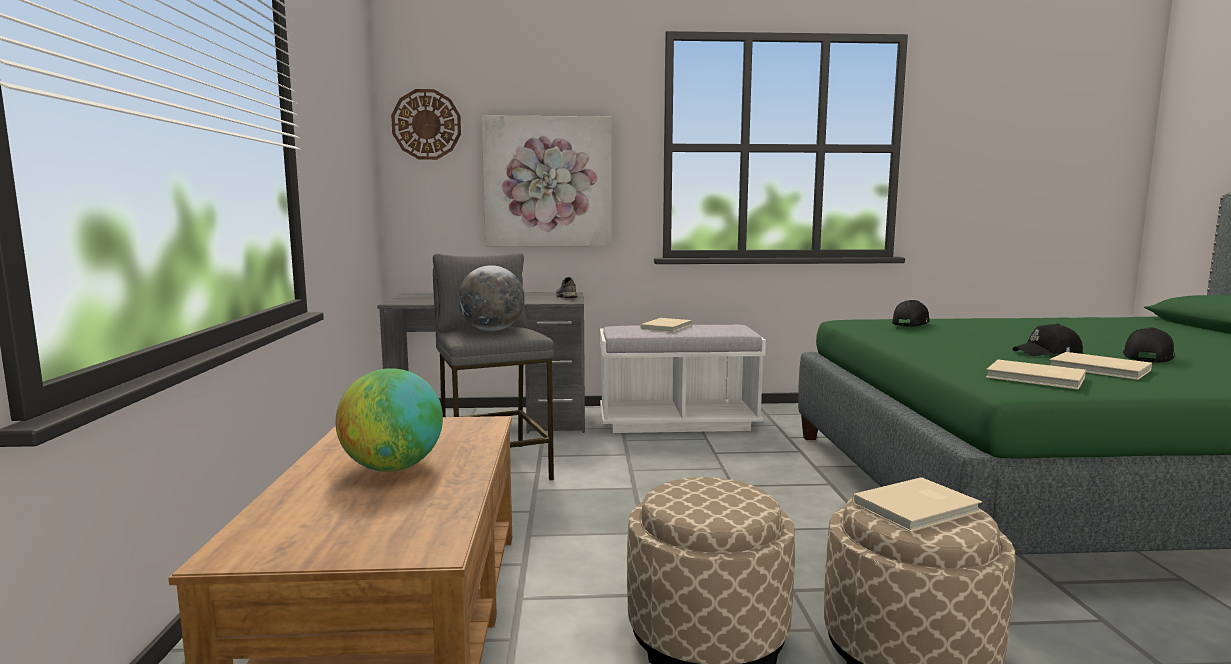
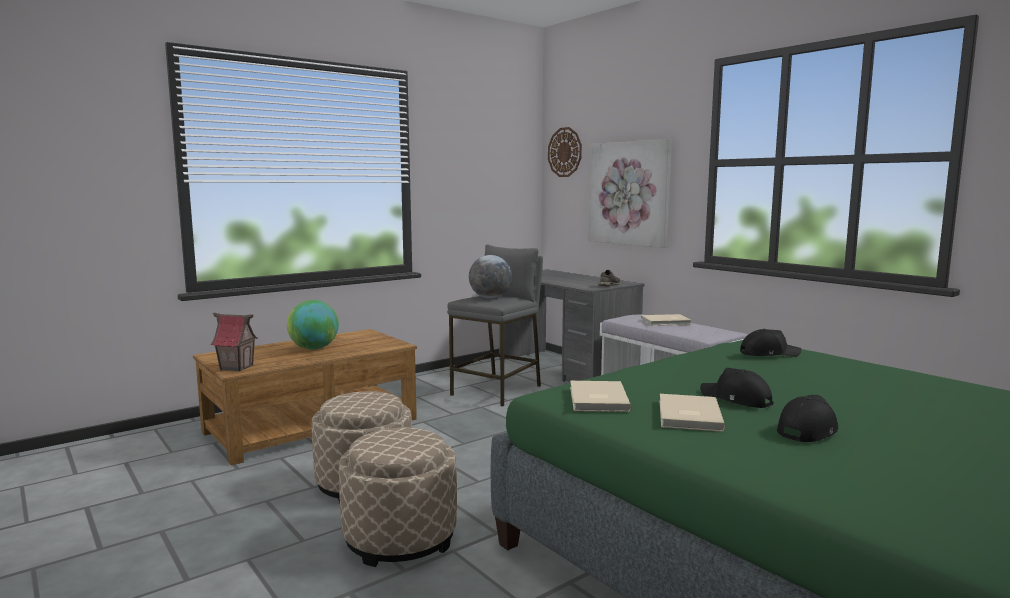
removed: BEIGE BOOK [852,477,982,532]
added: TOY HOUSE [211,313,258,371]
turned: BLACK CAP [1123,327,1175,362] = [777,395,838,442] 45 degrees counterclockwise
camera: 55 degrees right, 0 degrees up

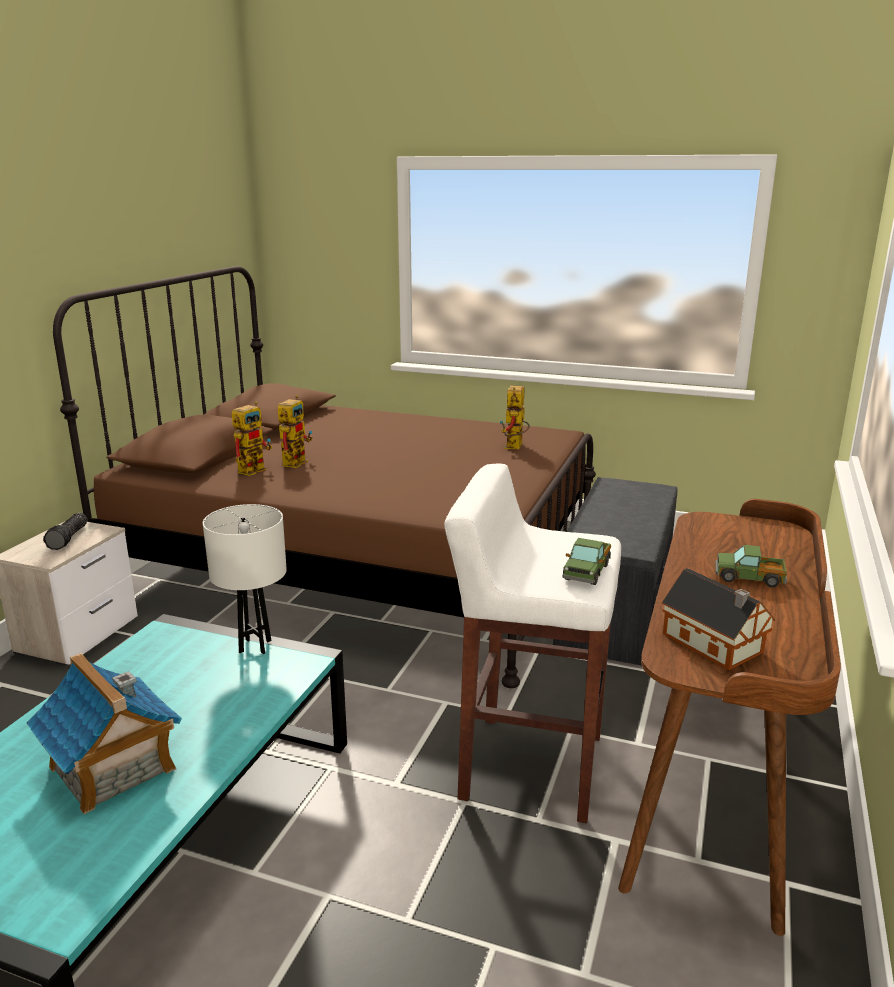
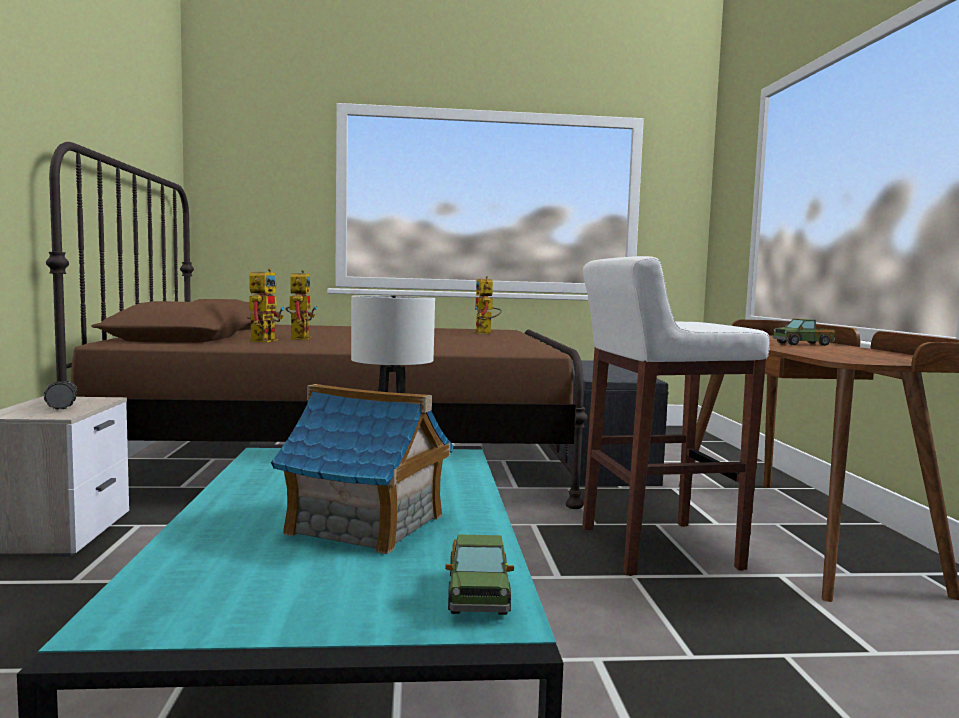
removed: TOY HOUSE [662,568,775,670]
moved: TOY TRUCK [563,538,611,585] to [445,534,514,615]
camera: 25 degrees left, 15 degrees down

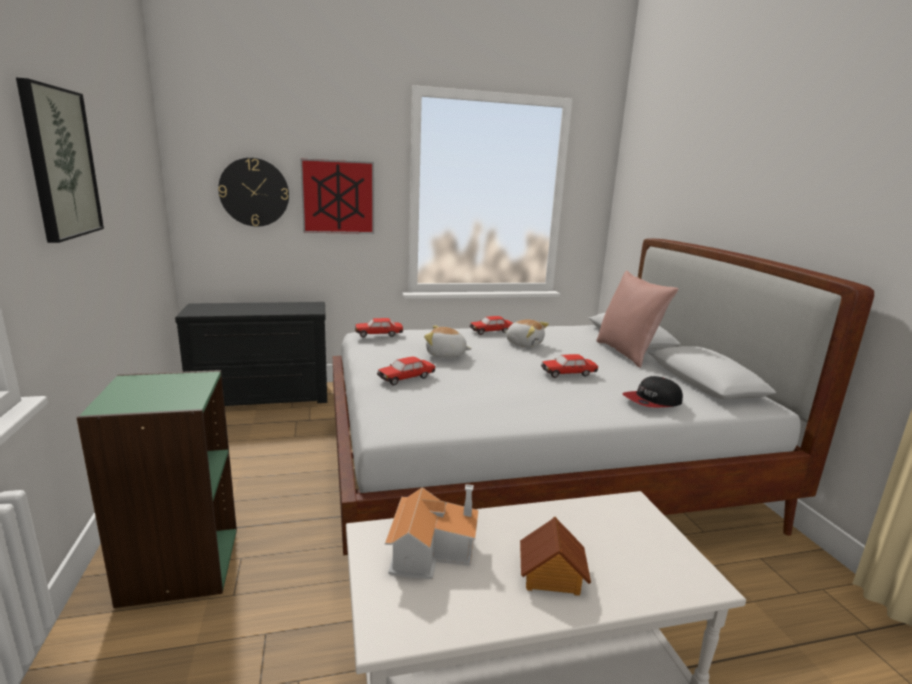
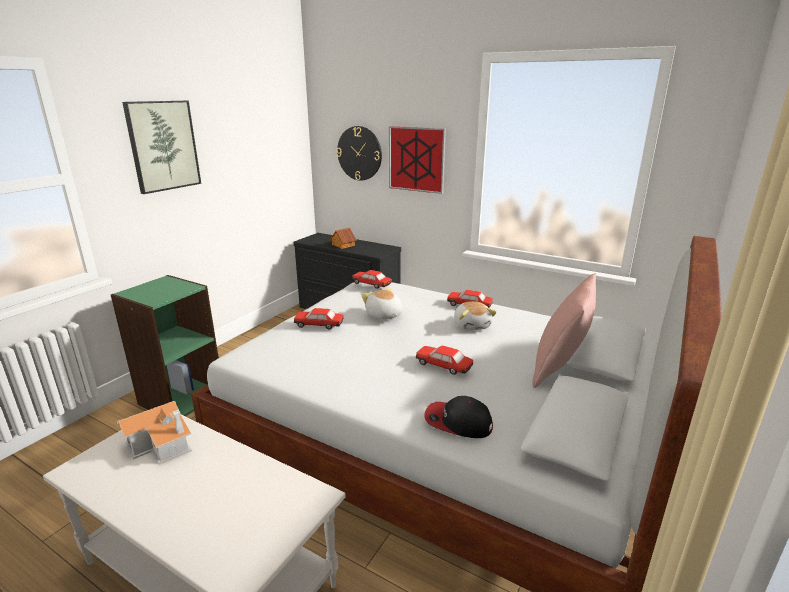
moved: TOY HOUSE [520,517,591,596] to [331,228,357,249]
camera: 45 degrees right, 5 degrees up

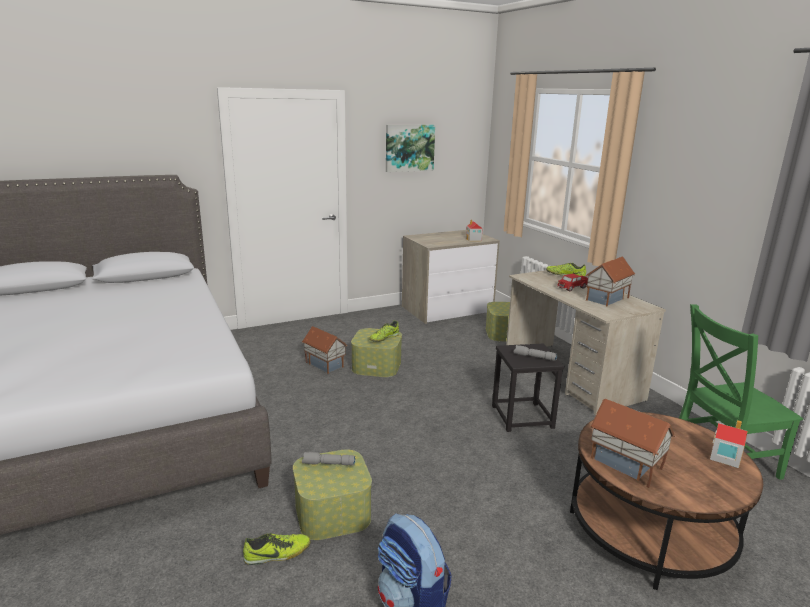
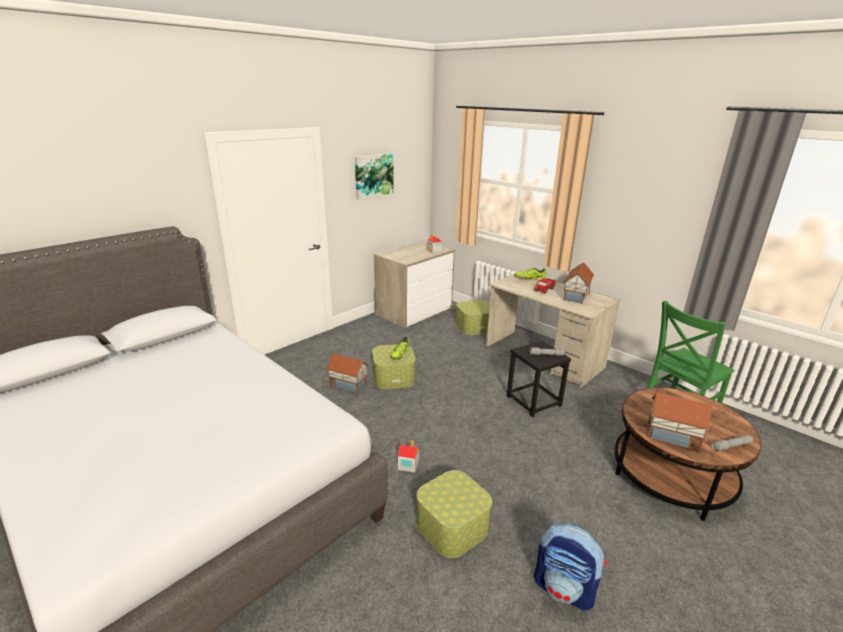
removed: SHOE [243,533,310,565]
moved: TOY HOUSE [710,420,748,468] to [398,441,419,473]; GREY FLASHLIGHT [302,452,355,466] to [711,435,753,452]
camera: 20 degrees left, 5 degrees up

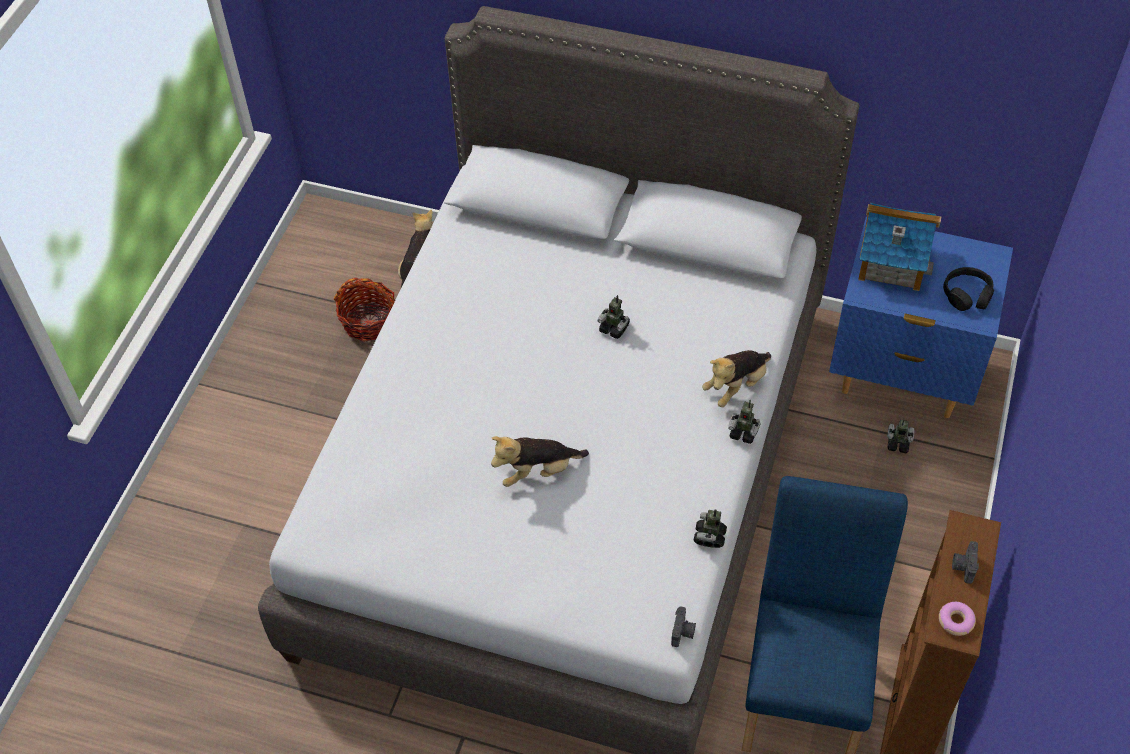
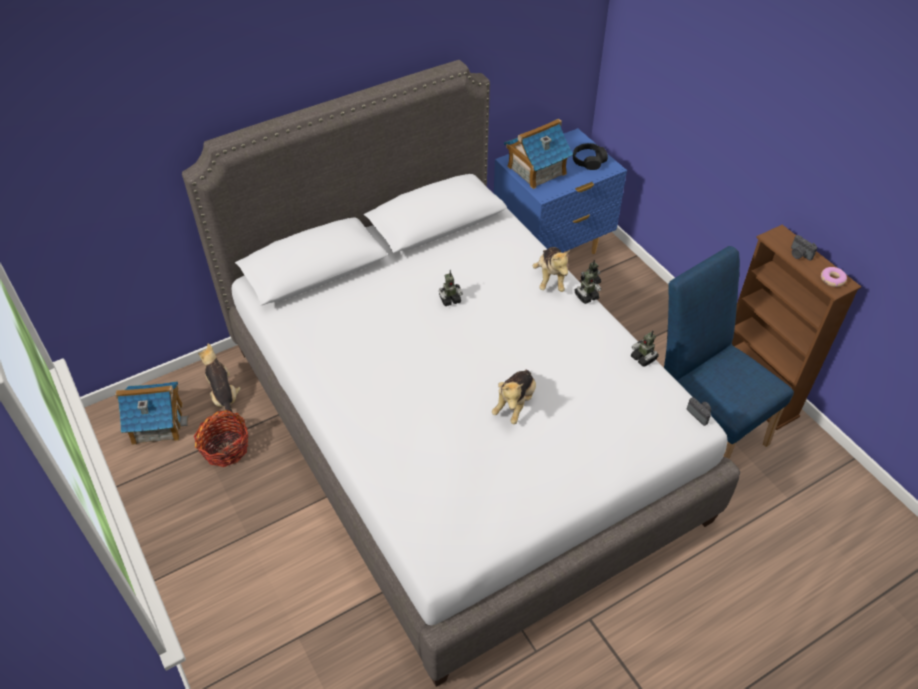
added: TOY HOUSE [115,381,188,445]
camera: 50 degrees left, 5 degrees down

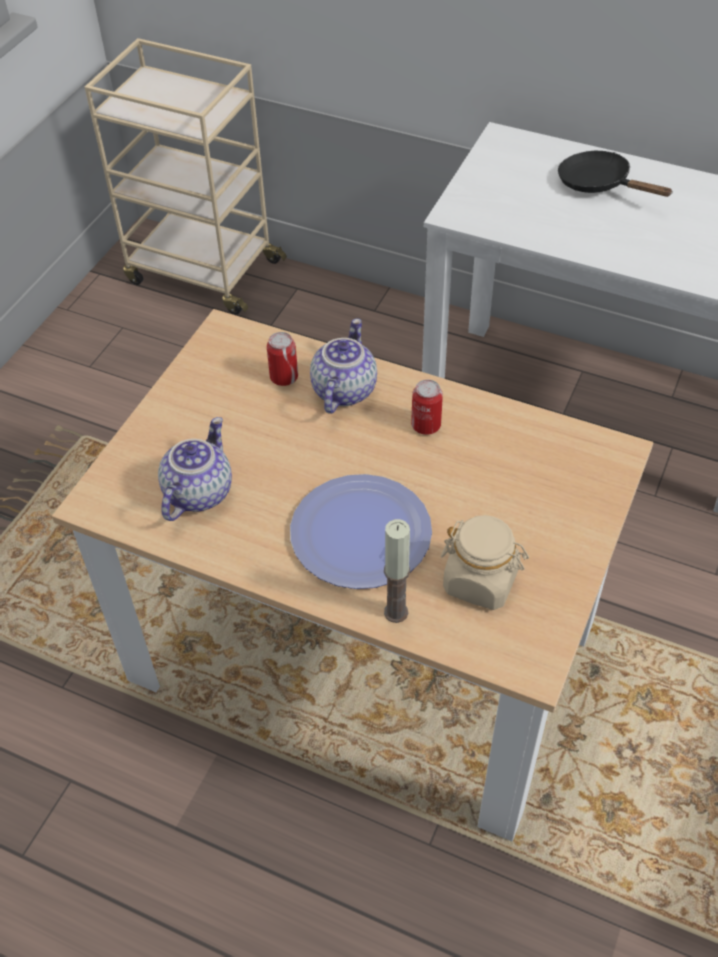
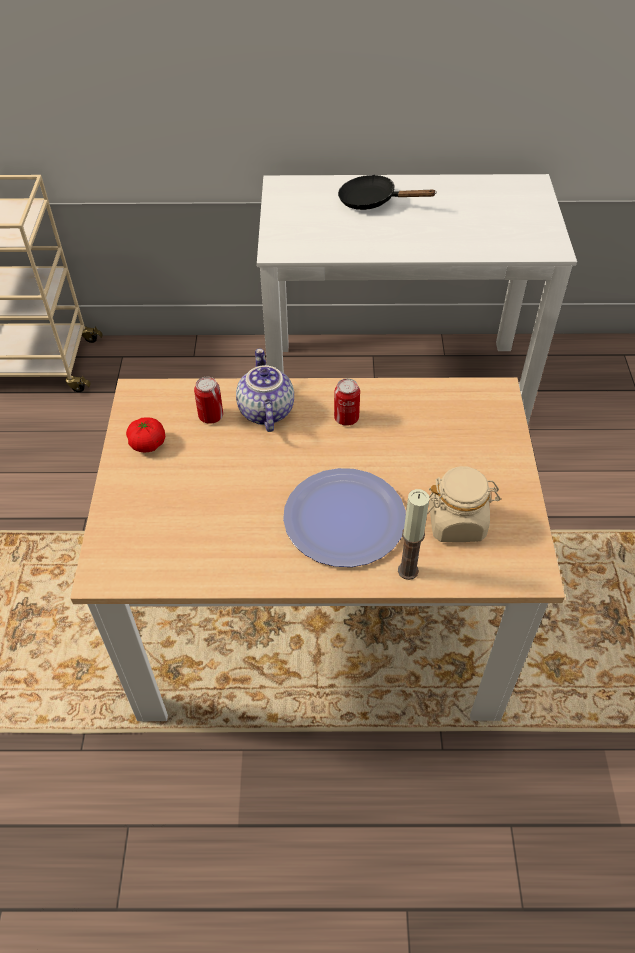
removed: TEAPOT [158,417,232,521]
added: TOMATO [126,417,165,452]
camera: 25 degrees left, 0 degrees up

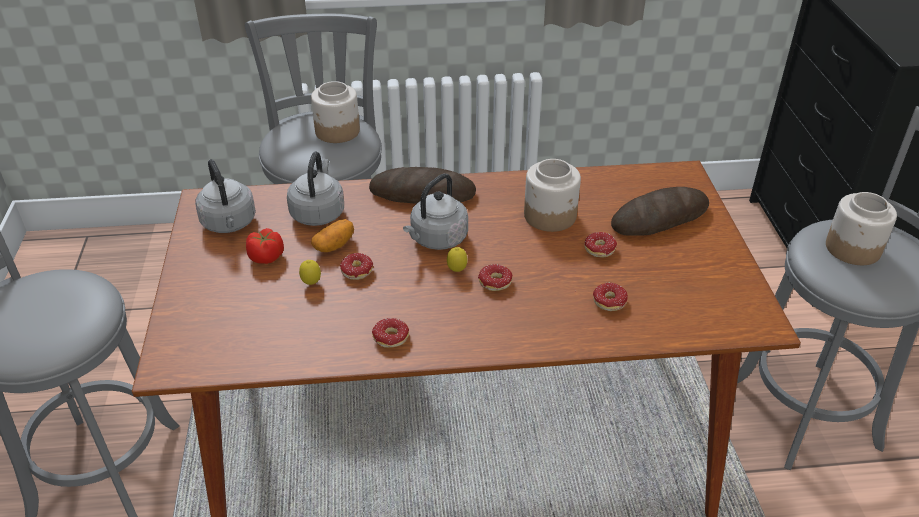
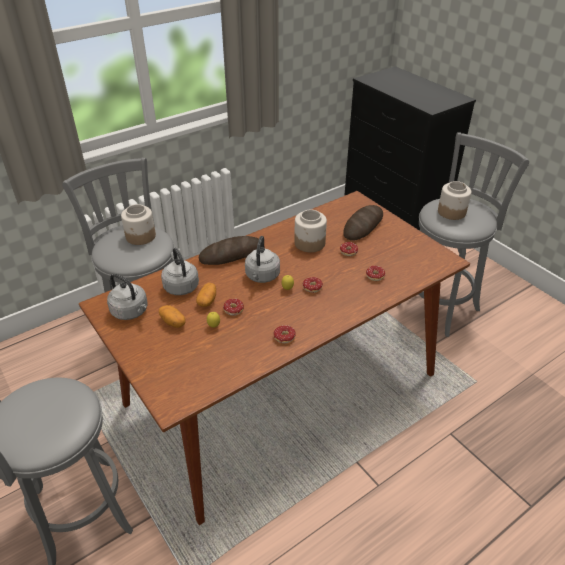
replaced: TOMATO [246,228,284,264] to POTATO [159,305,186,328]
camera: 30 degrees left, 0 degrees up

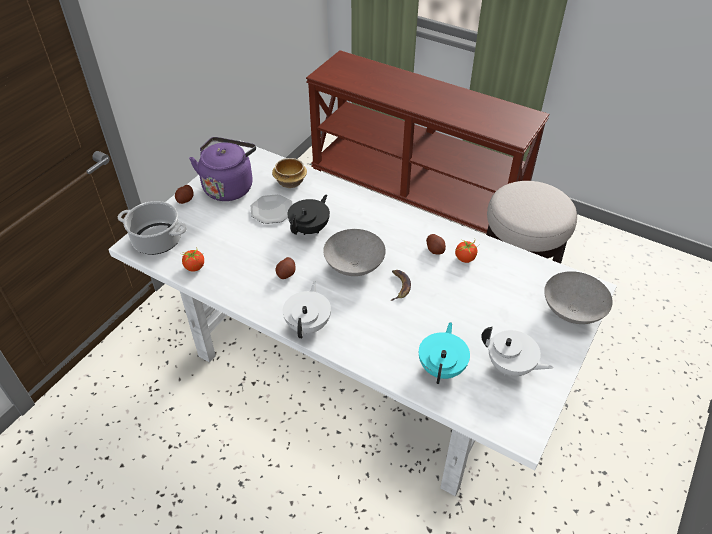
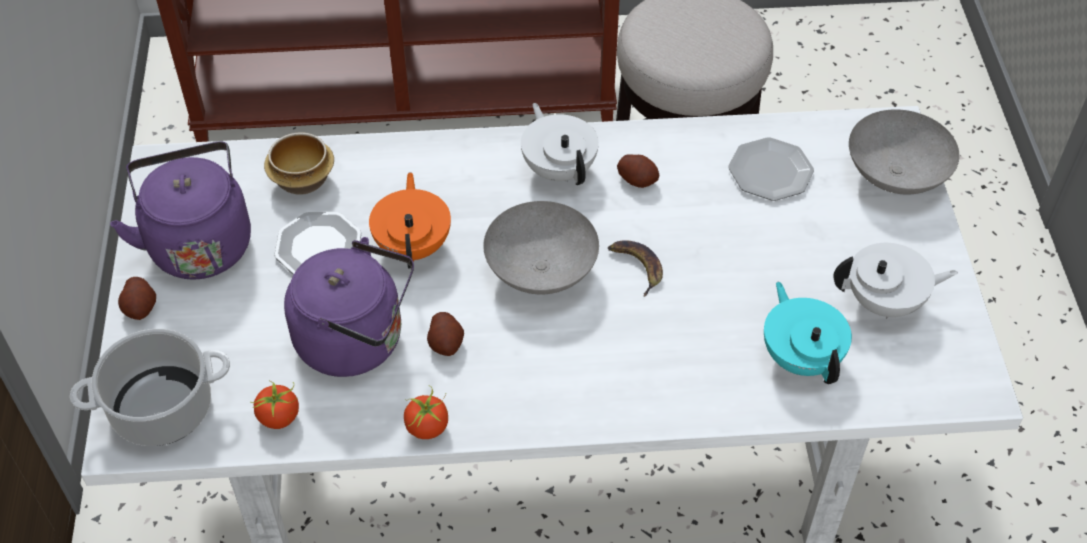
added: PURPLE KETTLE [284,237,414,377]; PLATE [728,137,814,201]
moved: TOMATO [455,238,478,263] to [404,385,448,439]; WHITE TEAPOT [283,282,331,338] to [521,103,599,185]
recoloured: BLACK TEAPOT [288,195,330,235] to ORANGE TEAPOT [369,172,451,269]
camera: 35 degrees left, 5 degrees up

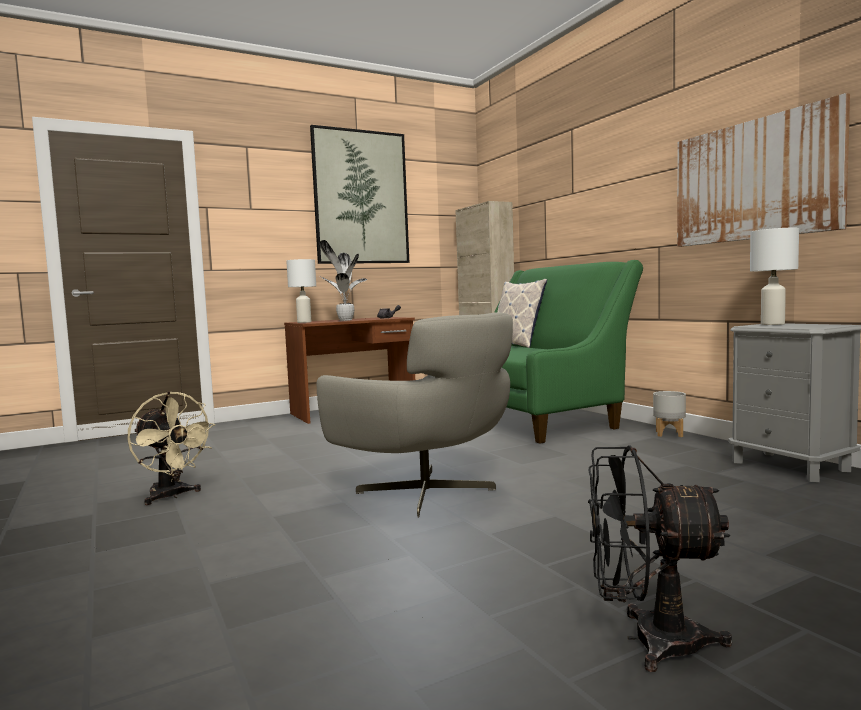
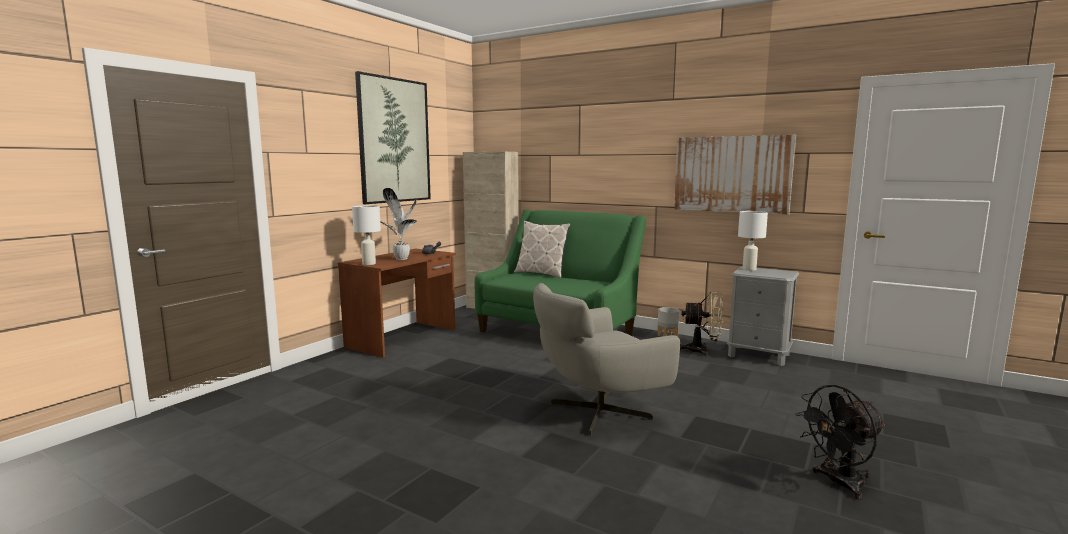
moved: BEIGE FAN [128,392,216,505] to [680,292,724,357]
turned: GREY ARMCHAIR [316,312,513,518] = [533,283,680,436] 135 degrees clockwise
camera: 30 degrees left, 5 degrees up

